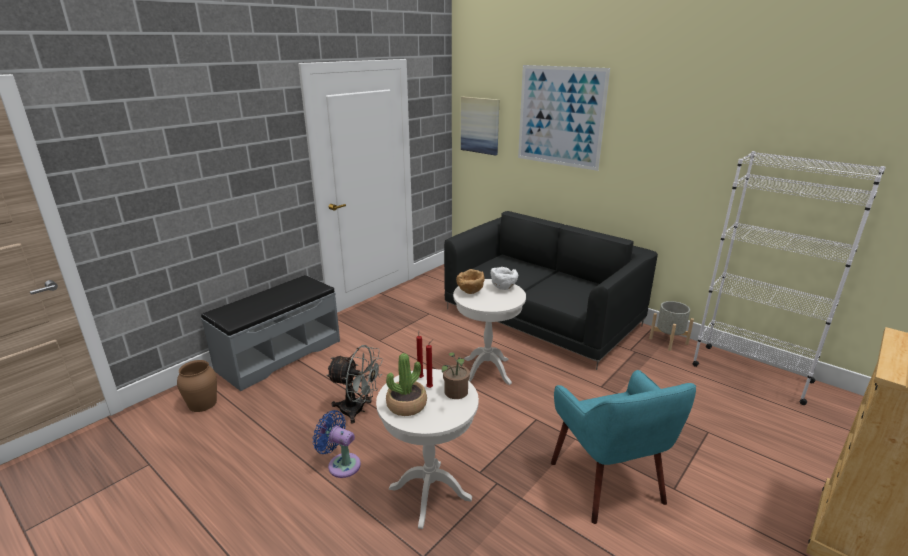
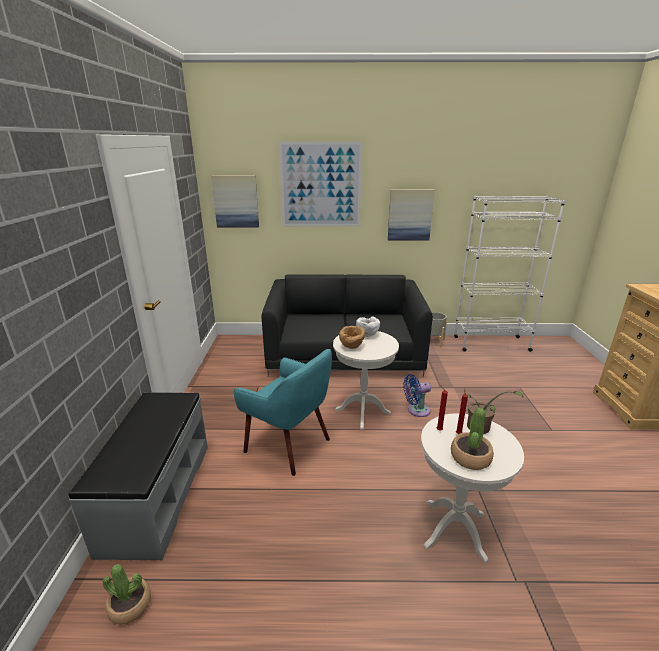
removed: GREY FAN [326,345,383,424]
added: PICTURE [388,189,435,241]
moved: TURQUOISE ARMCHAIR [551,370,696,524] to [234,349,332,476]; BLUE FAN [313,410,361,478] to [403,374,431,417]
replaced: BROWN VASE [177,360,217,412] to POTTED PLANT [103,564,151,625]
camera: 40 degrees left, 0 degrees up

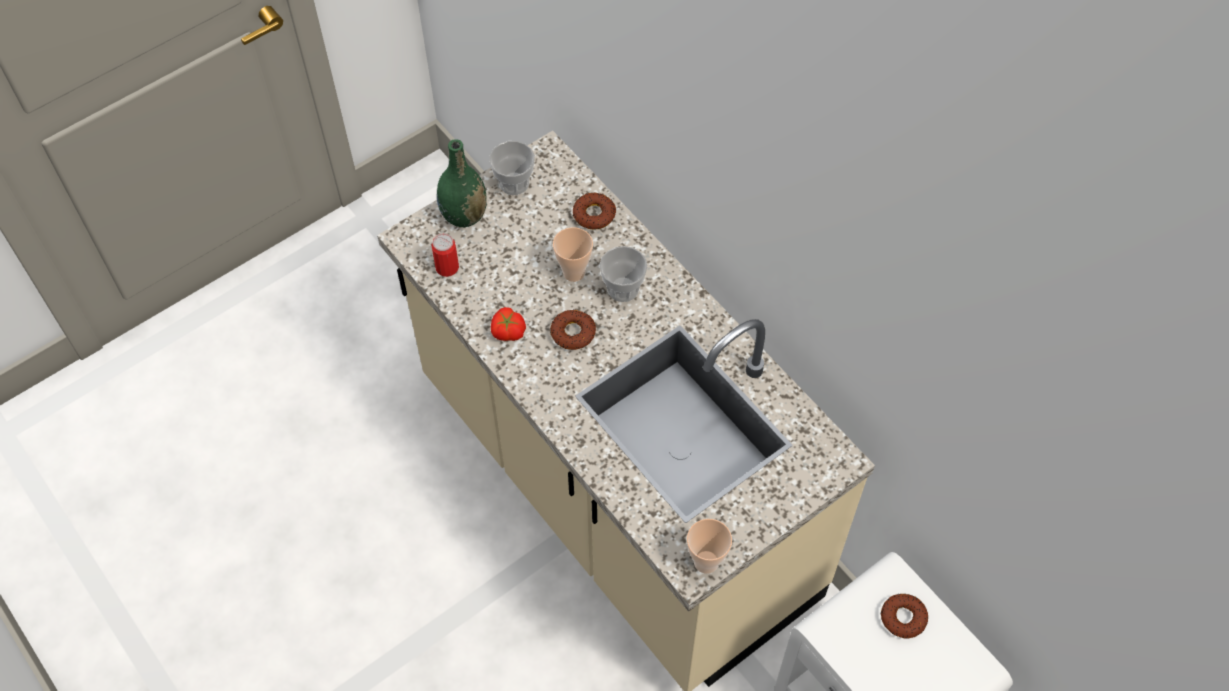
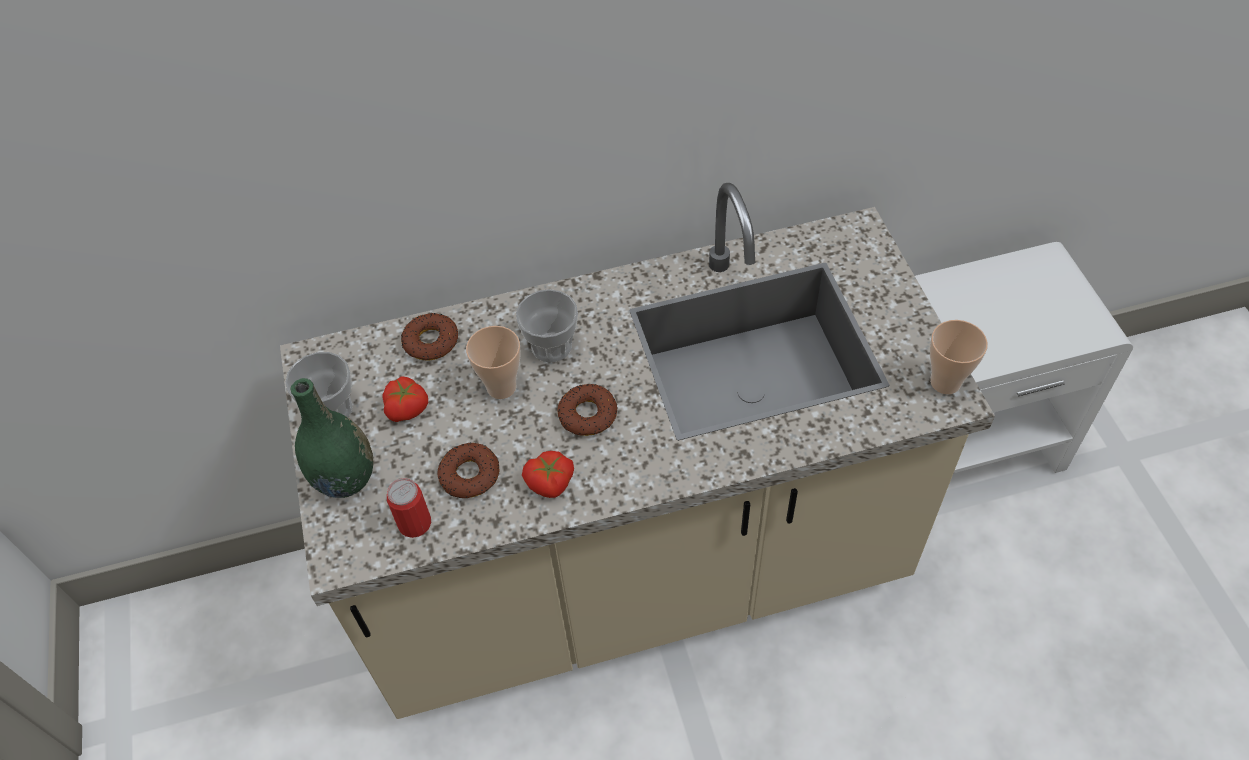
added: TOMATO [382,376,428,422]
moved: DONUT [881,594,928,639] to [438,442,500,498]
camera: 65 degrees left, 5 degrees down

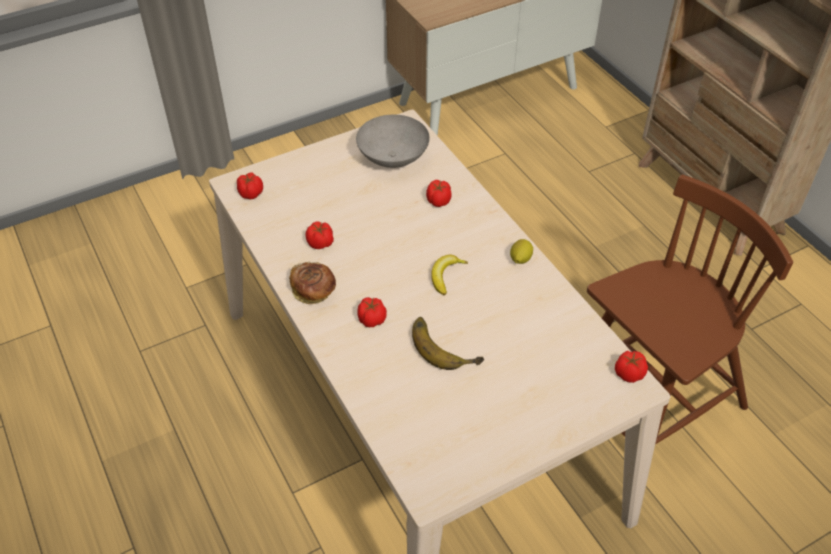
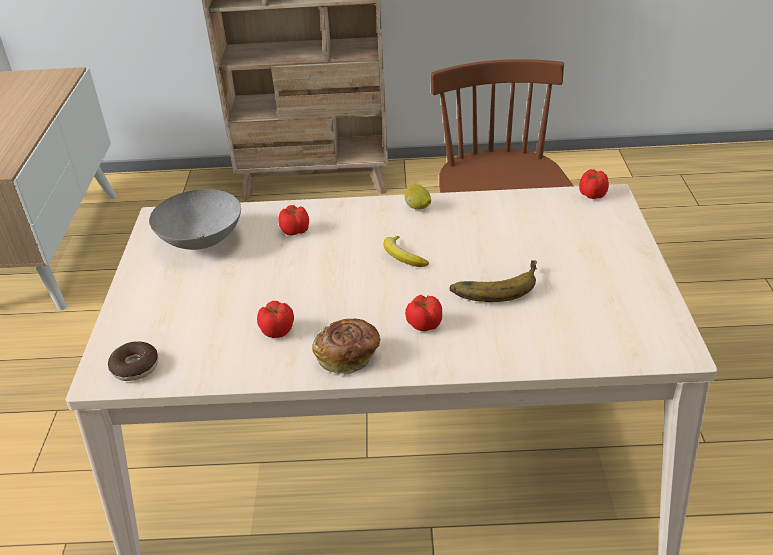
replaced: TOMATO [237,172,263,199] to DONUT [108,341,158,381]
camera: 60 degrees left, 10 degrees down

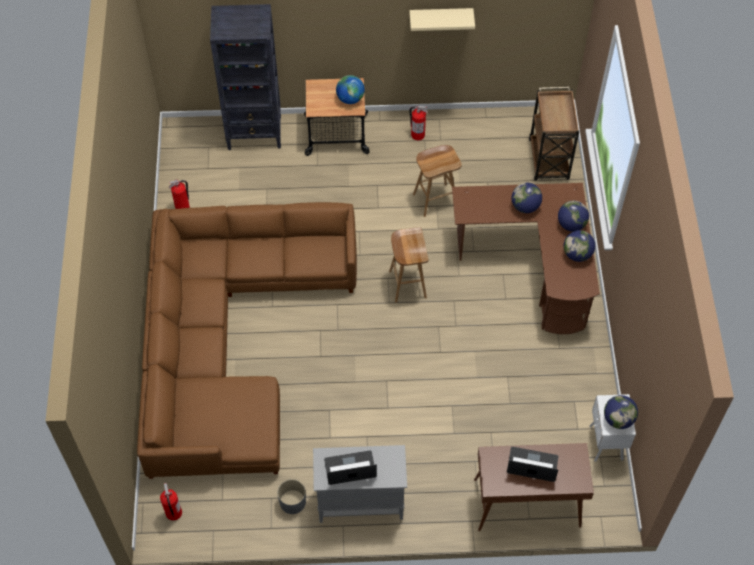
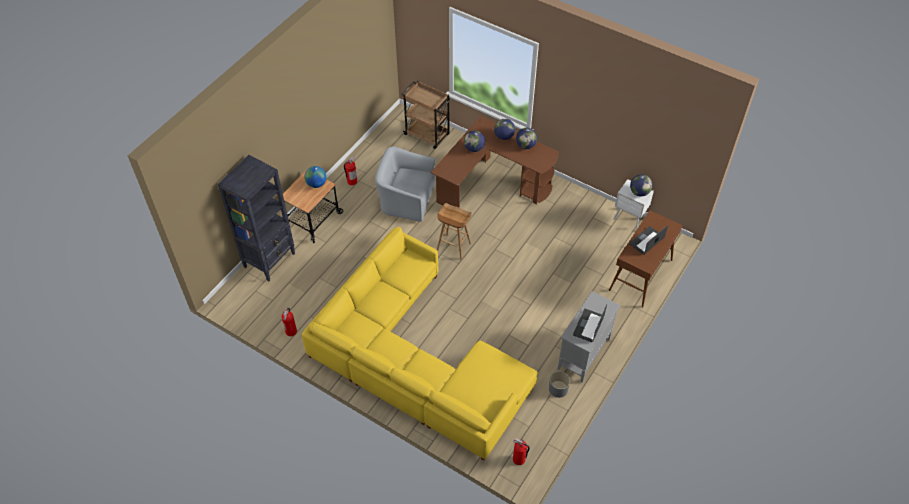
removed: BEIGE SHELF [409,8,475,31]
replaced: BROWN STOOL [413,145,462,217] to GREY ARMCHAIR [375,146,435,222]
recoloured: BROWN SOFA [137,202,357,479] to YELLOW SOFA [302,227,538,461]
camera: 55 degrees left, 5 degrees down

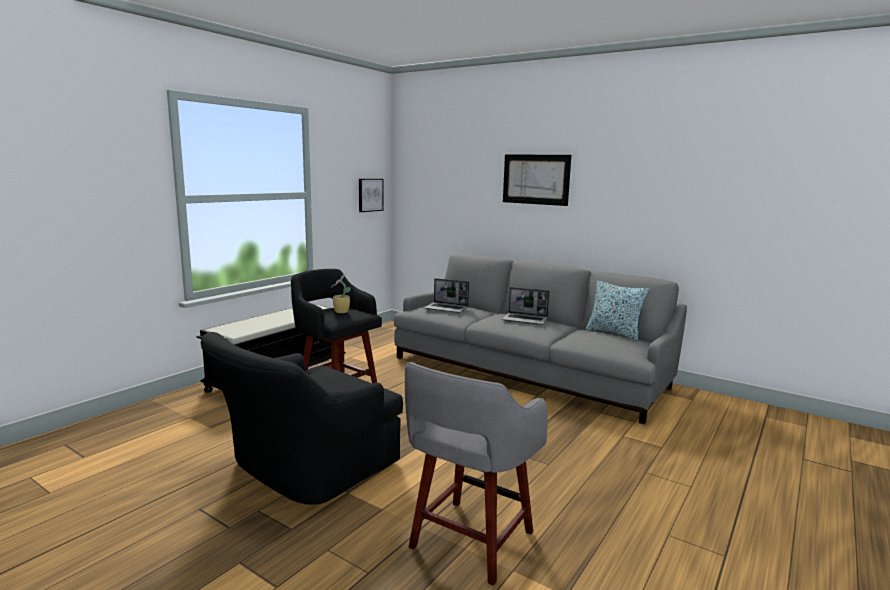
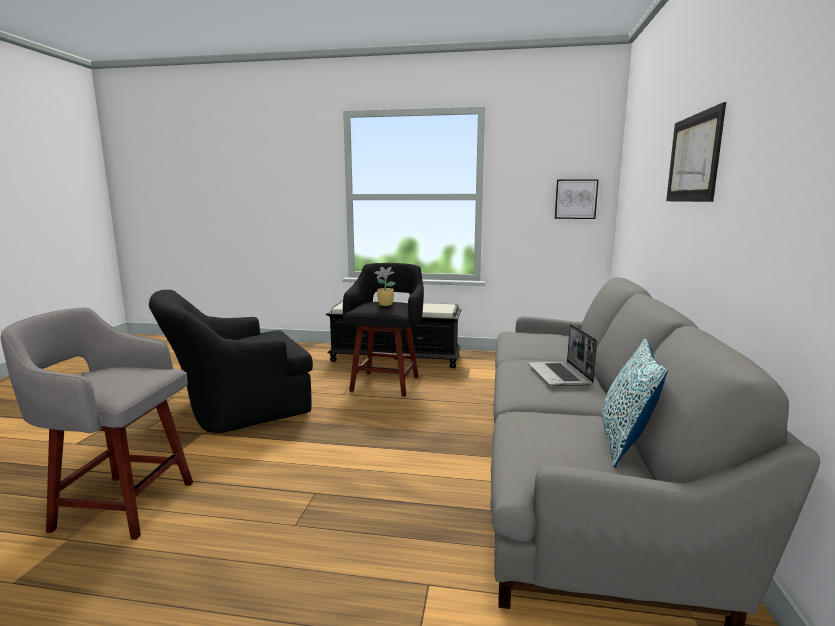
removed: LAPTOP [424,278,469,313]
turned: BLACK ARMCHAIR [201,332,403,505] = [149,290,313,433] 45 degrees counterclockwise
camera: 65 degrees right, 0 degrees up

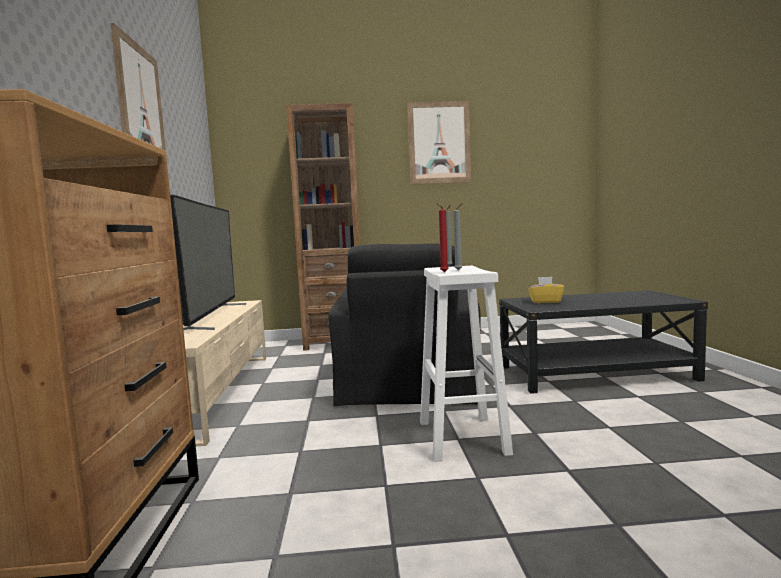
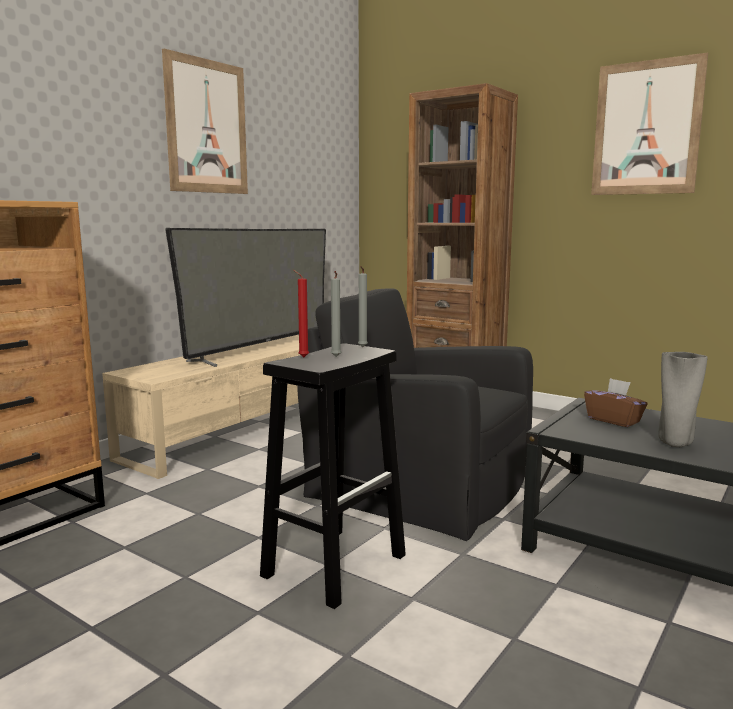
added: GREY VASE [658,352,708,447]
recoloured: WHITE STOOL [420,266,513,462] to BLACK STOOL [260,343,406,609]; YELLOW TISSUE BOX [528,277,564,303] to BROWN TISSUE BOX [584,378,648,427]
turned: BLACK ARMCHAIR [328,243,481,406] = [297,288,533,541] 75 degrees clockwise
camera: 40 degrees right, 5 degrees up

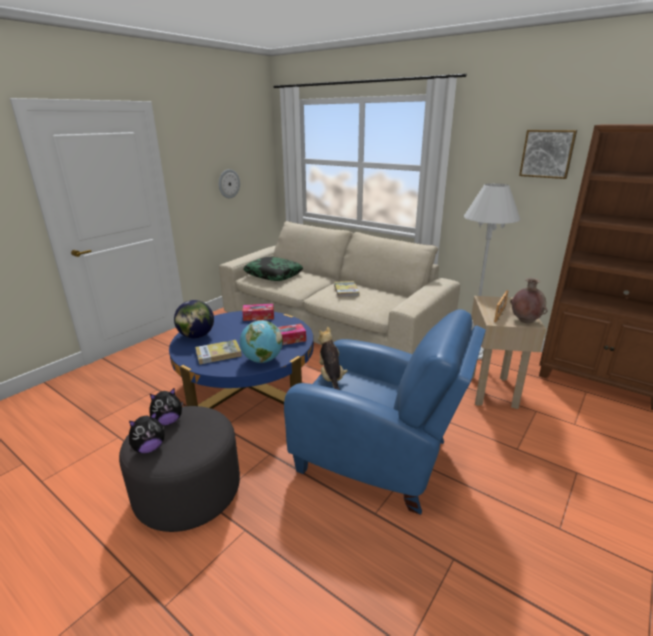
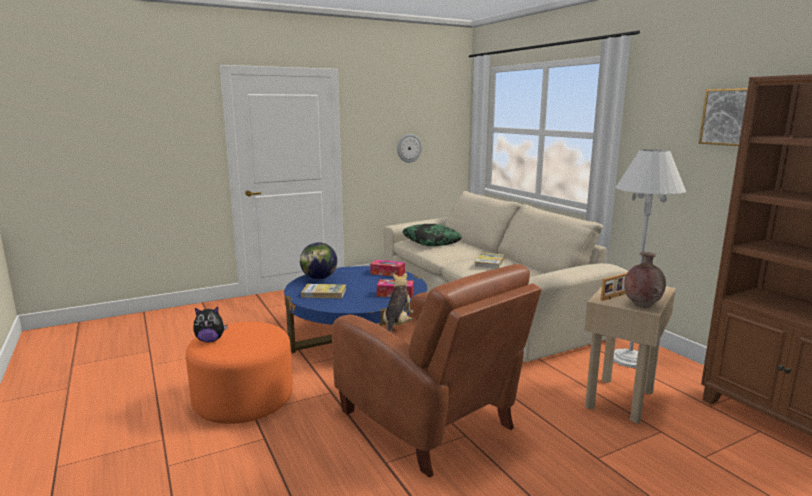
removed: PLUSH TOY [150,388,183,425]; GLOBE [240,320,283,363]
recoloured: GREY OTTOMAN [119,406,240,532] to ORANGE OTTOMAN [186,322,293,424]; BLUE ARMCHAIR [284,309,486,515] to BROWN ARMCHAIR [332,264,542,478]
camera: 25 degrees right, 10 degrees down

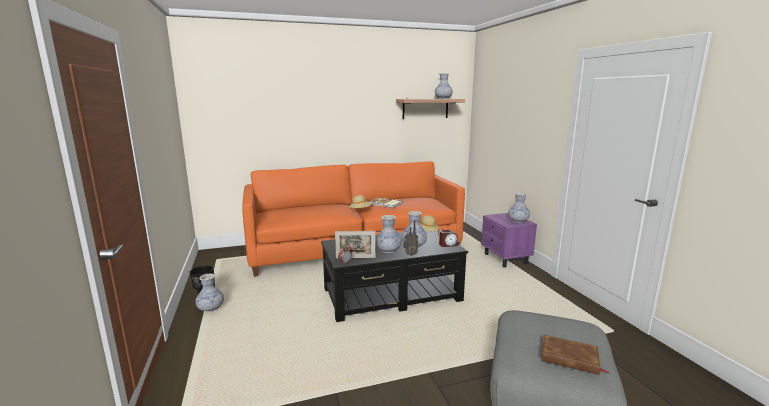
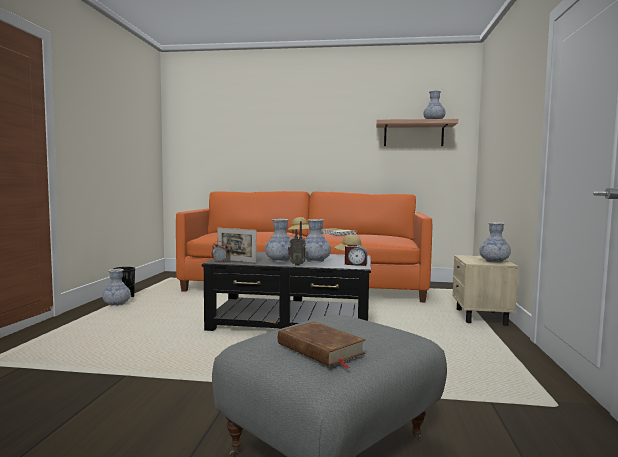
recoloured: PURPLE NIGHTSTAND [481,213,537,267] to BEIGE NIGHTSTAND [453,255,518,326]
camera: 25 degrees right, 10 degrees down

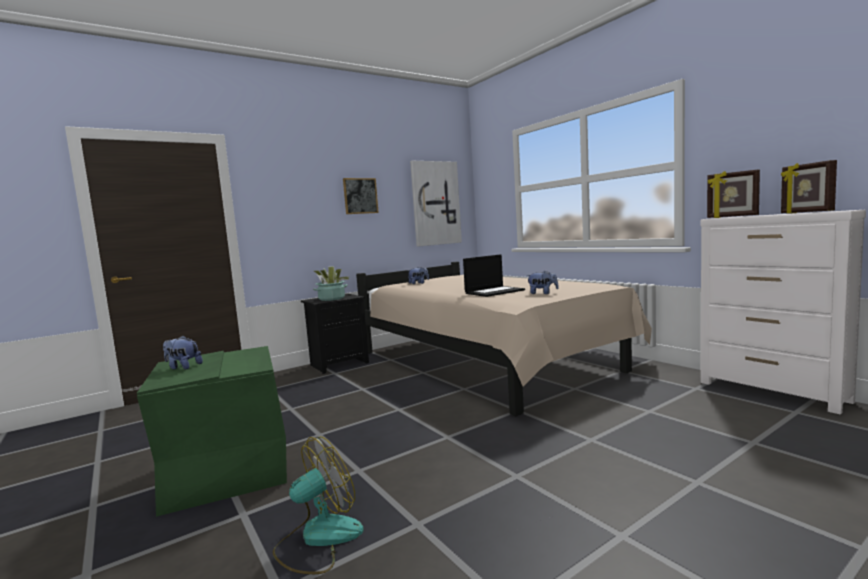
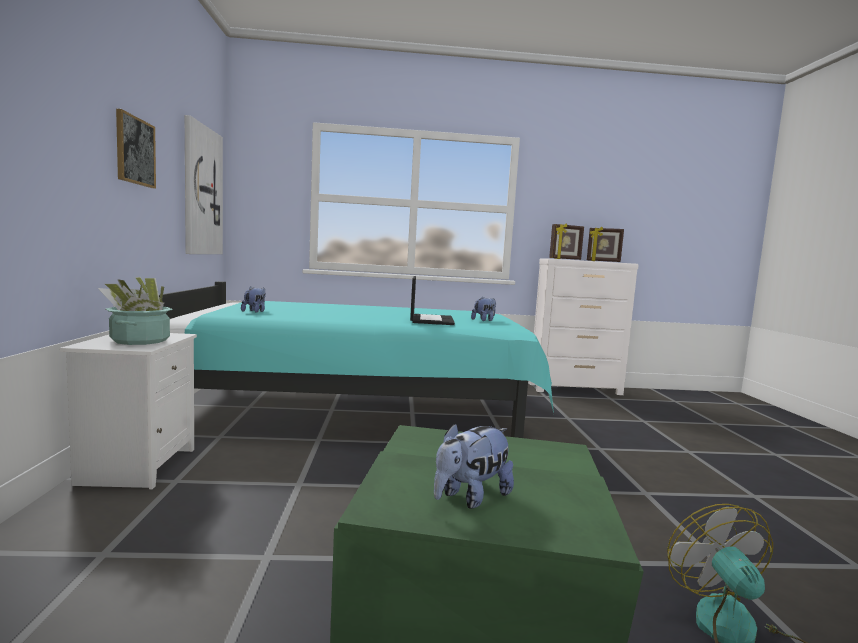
recoloured: BLACK NIGHTSTAND [301,294,369,374] to WHITE NIGHTSTAND [60,333,197,489]; BEIGE BED [356,262,652,416] to TURQUOISE BED [159,281,554,438]
camera: 60 degrees left, 0 degrees up

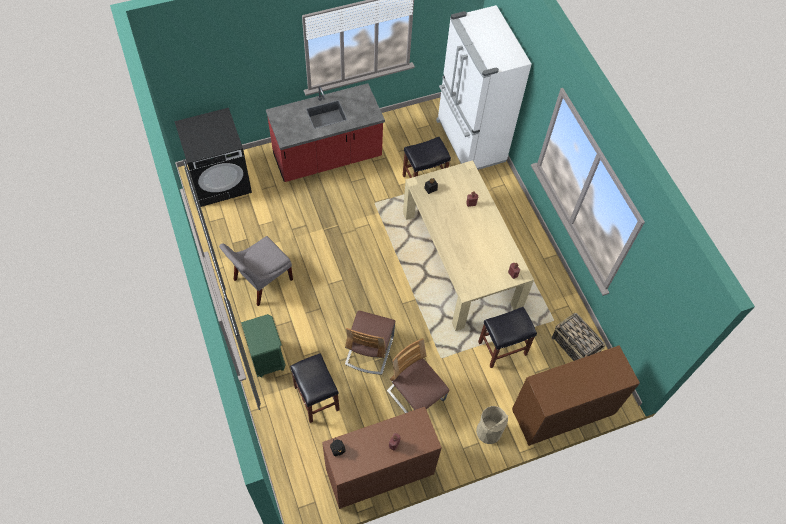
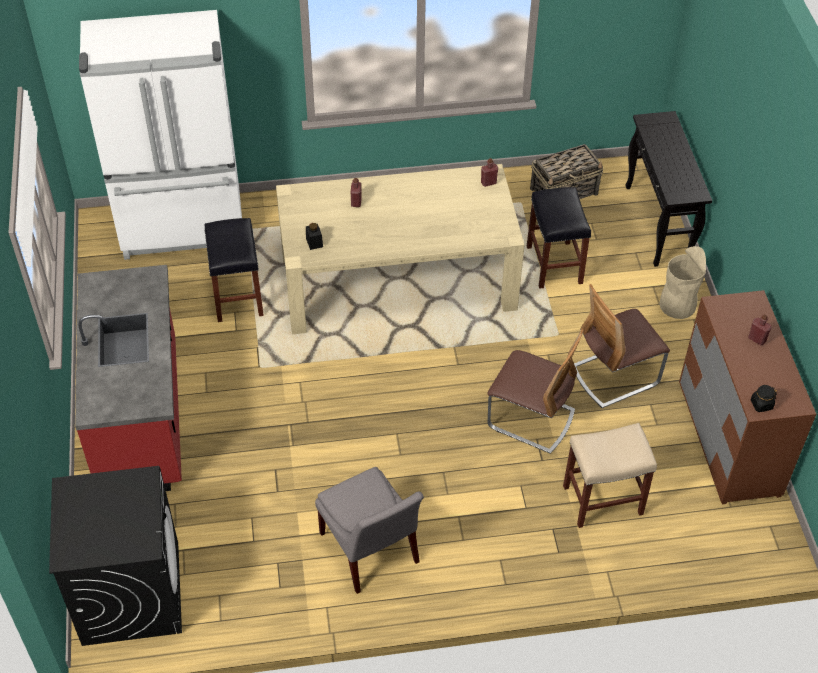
removed: GREEN NIGHTSTAND [241,314,286,378]
replaced: BROWN DRESSER [512,345,640,446] to BLACK CONSOLE TABLE [625,111,712,267]
recoloured: BLACK STOOL [290,353,340,423] to BEIGE STOOL [563,423,657,528]
camera: 75 degrees left, 10 degrees down

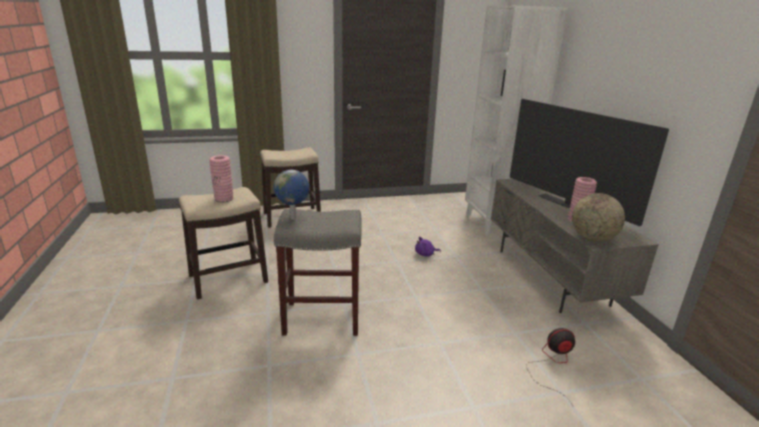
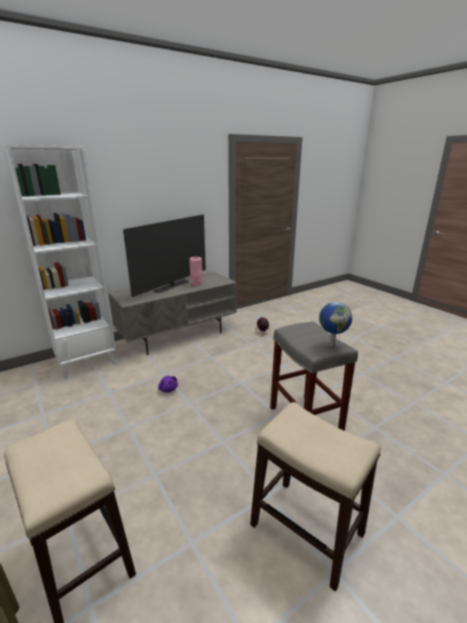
removed: PINK VASE [209,155,233,202]; GLOBE [572,193,625,242]
camera: 110 degrees left, 0 degrees up

